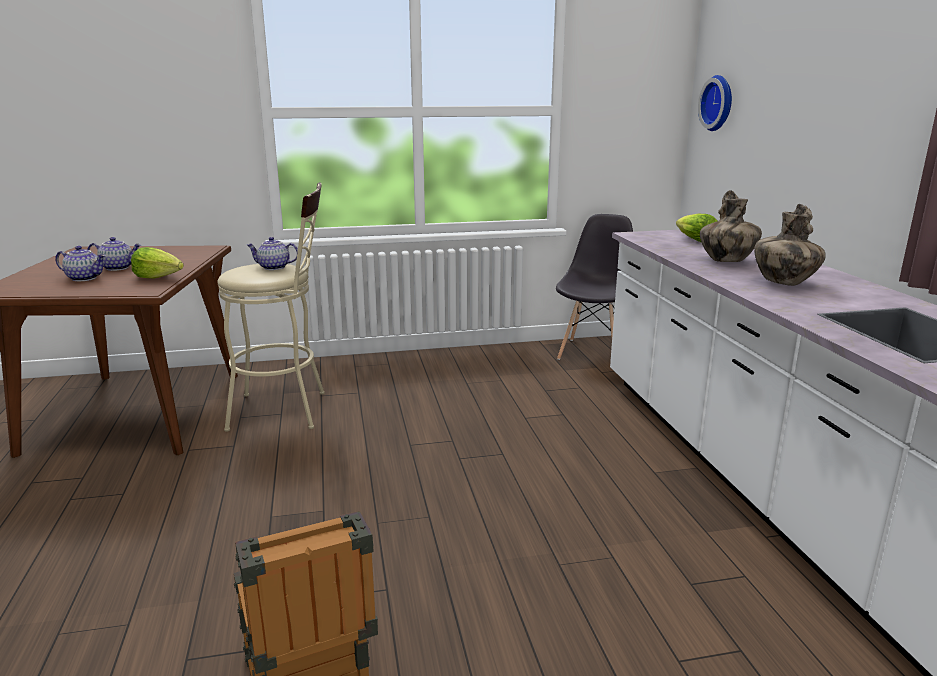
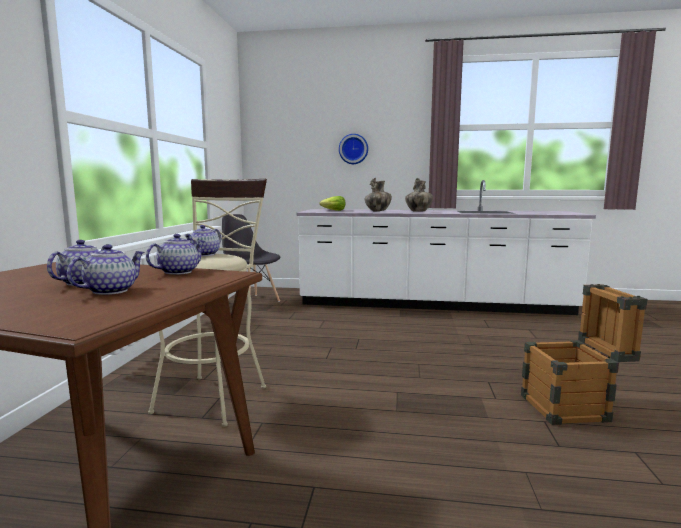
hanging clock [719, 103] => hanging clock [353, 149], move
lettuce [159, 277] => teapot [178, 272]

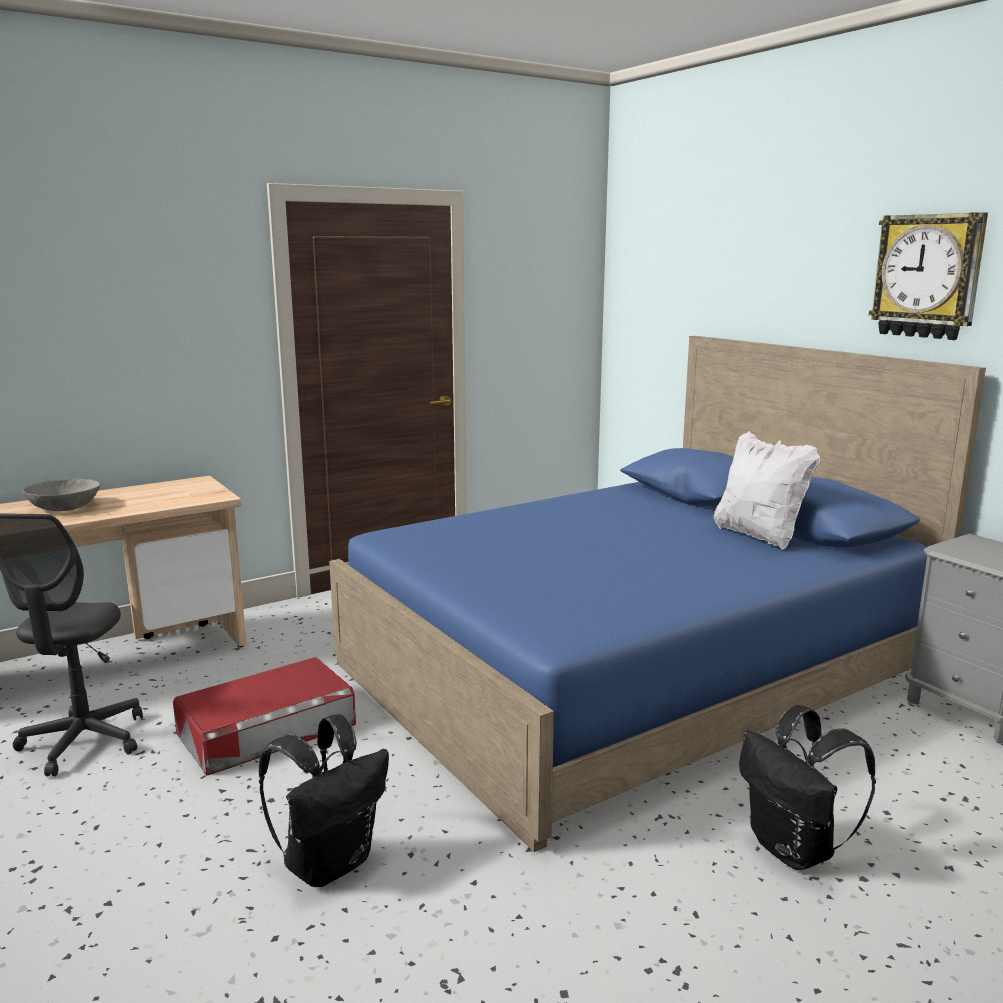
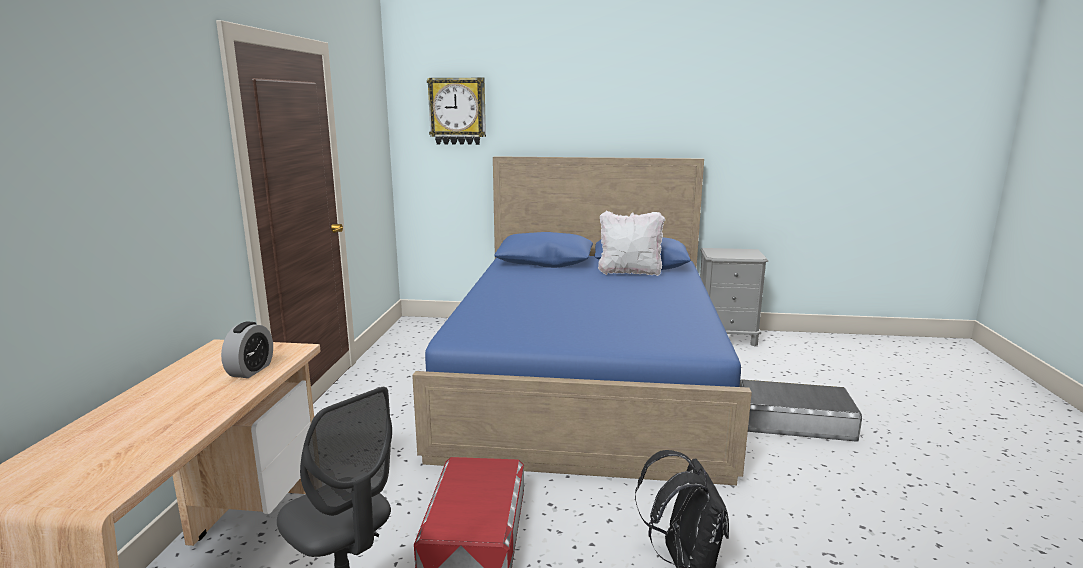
serving bowl in greyish [65, 507] => nothing
nothing => bedside clock [251, 370]
hanging clock [927, 276] => hanging clock [457, 111], move
knapsack in black-coloured [795, 850] => storage container in greyish [794, 420]

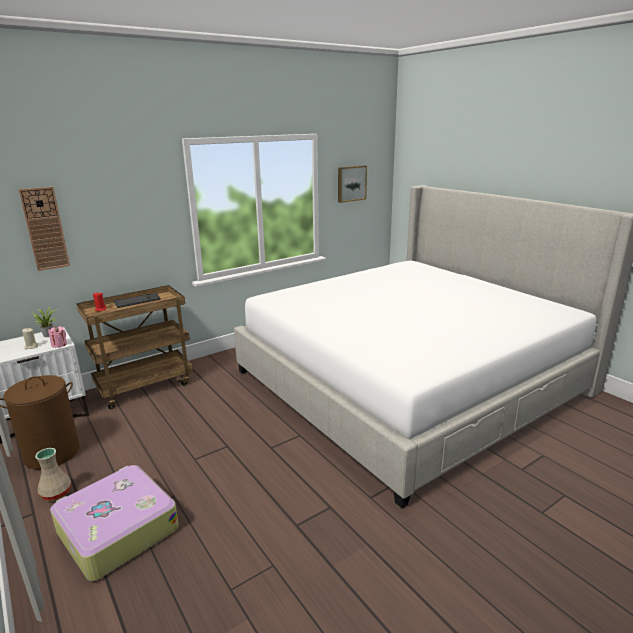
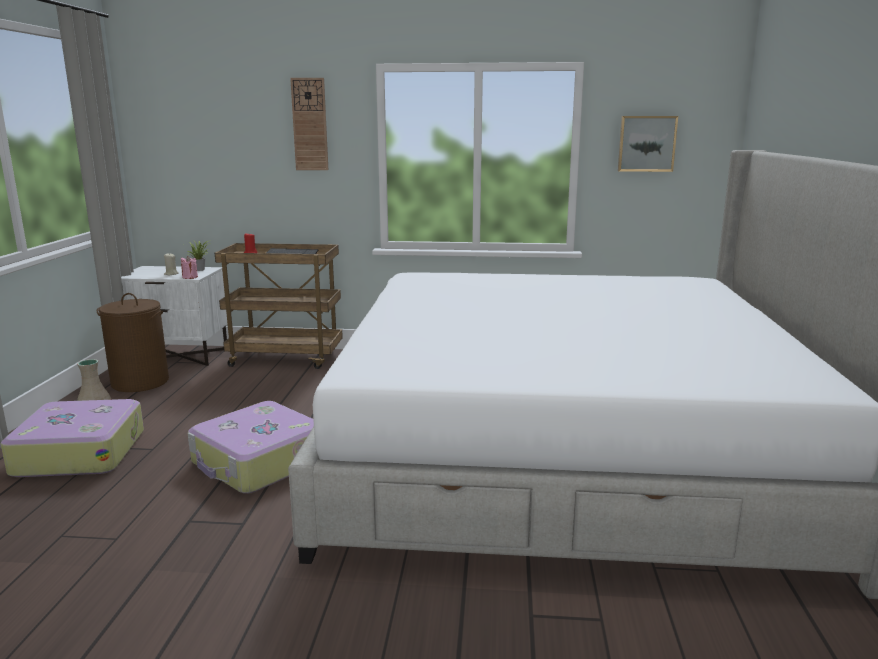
nothing => piece of luggage [259, 462]
hanging clock [45, 229] => hanging clock [310, 124], move

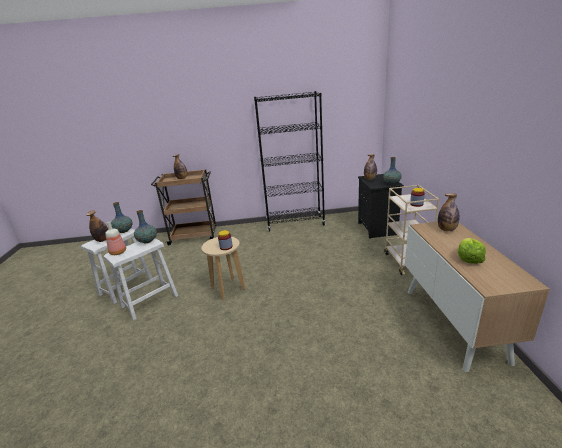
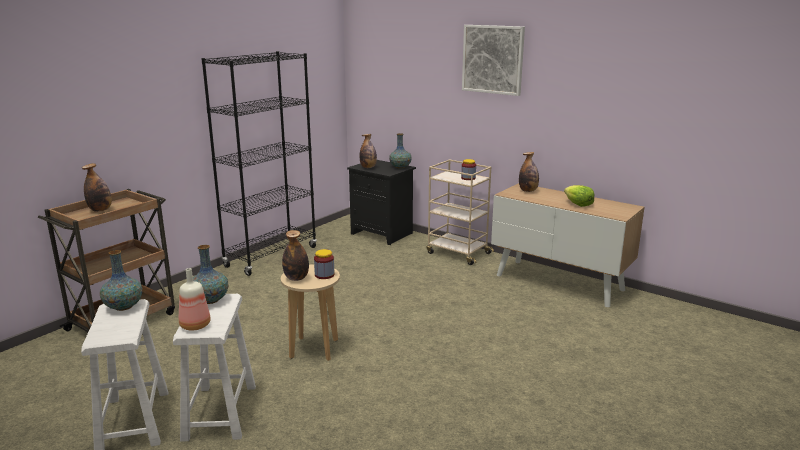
nothing => wall art [493, 59]
bottle [103, 240] => bottle [296, 278], move

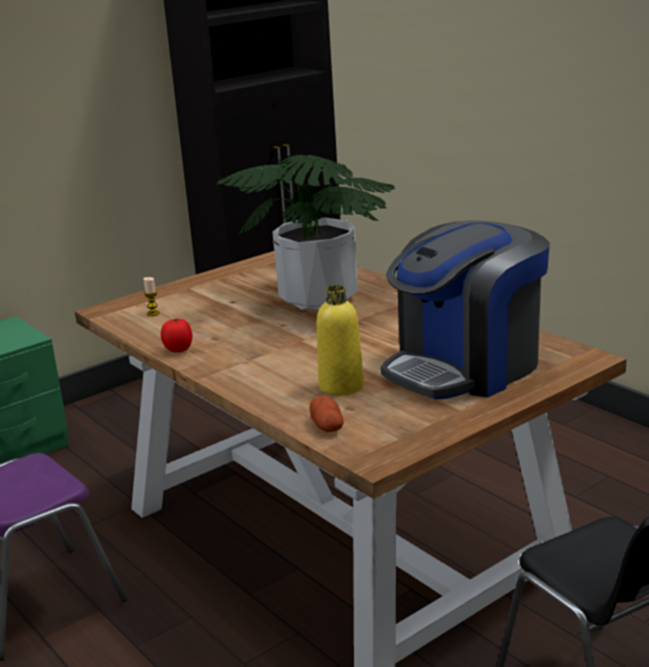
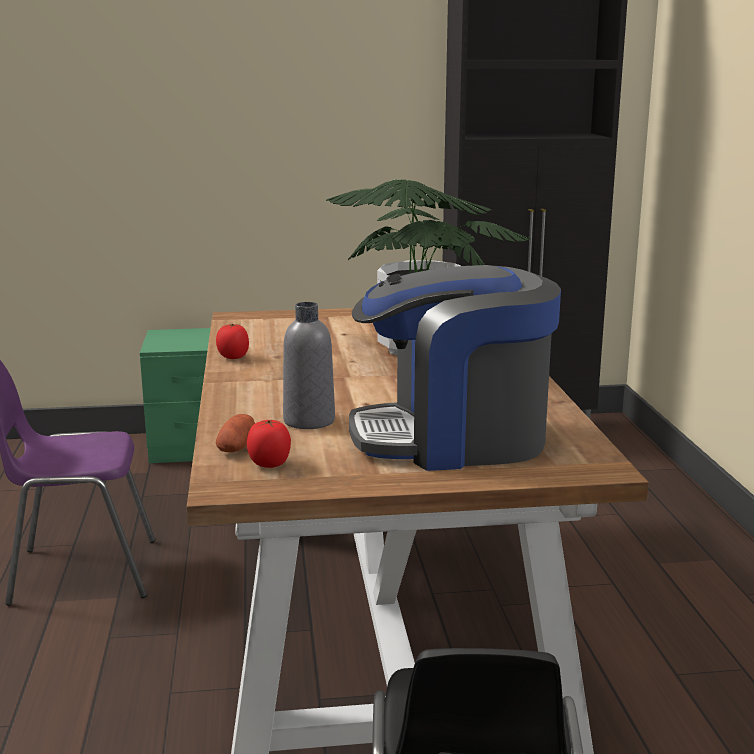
candle [153, 313] => nothing
nothing => whole tomato [270, 464]
bottle in yellow-coloured [341, 386] => bottle in greyish [309, 421]

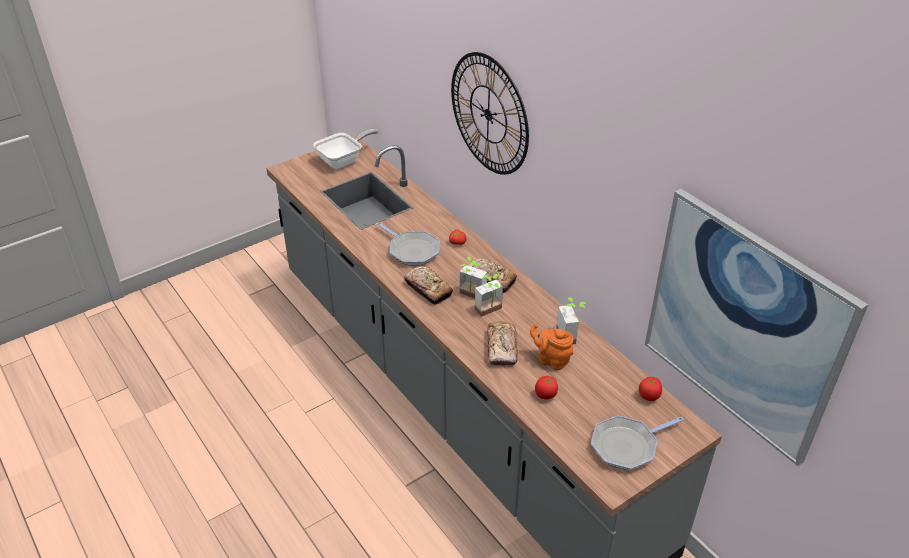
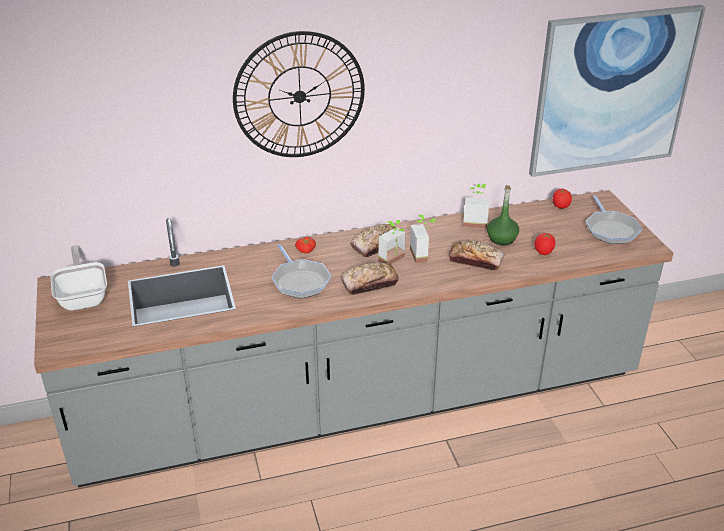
teapot in orange-coloured [551, 360] => bottle in green-coloured [502, 239]
pan [412, 250] => pan [300, 281], 90 degrees clockwise

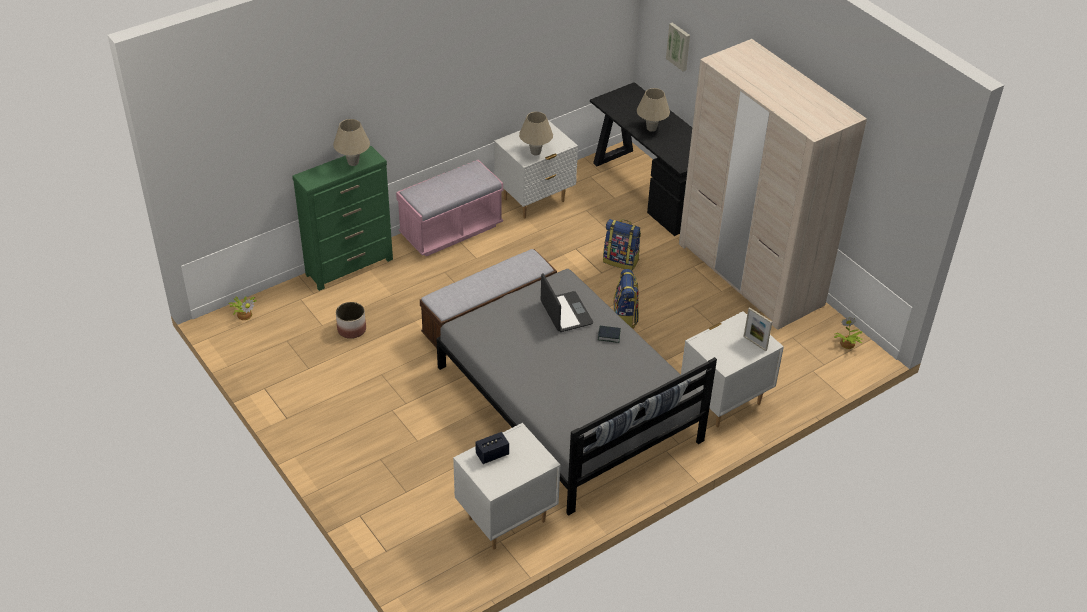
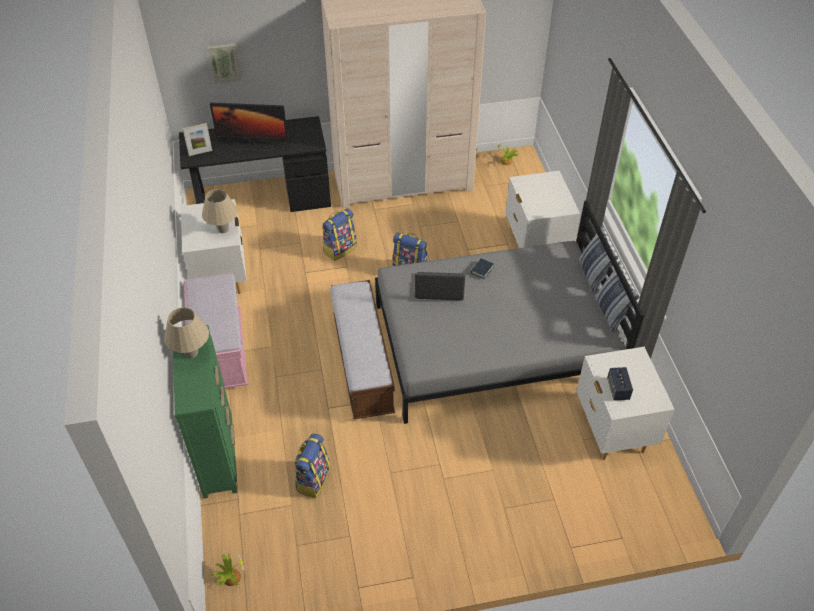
photo frame [755, 343] => photo frame [200, 153], move
flower pot [352, 329] => knapsack [313, 479]
tabletop lamp in beige [651, 128] => monitor [253, 144]

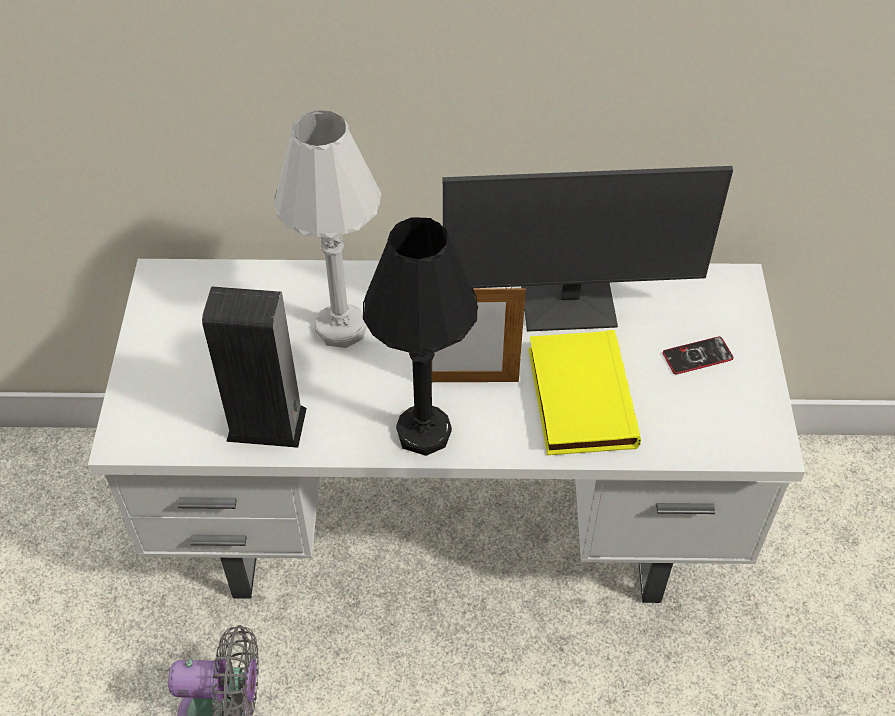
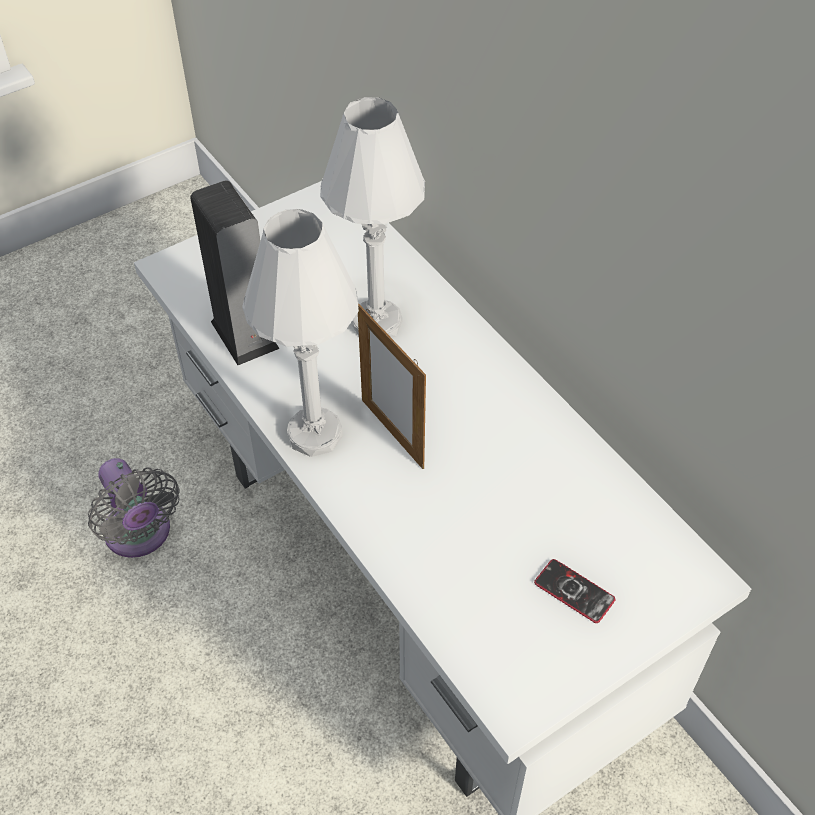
monitor [569, 304] => nothing
book in yellow-coloured [577, 397] => nothing
tabletop lamp in black-coloured [423, 432] => tabletop lamp in white [314, 434]

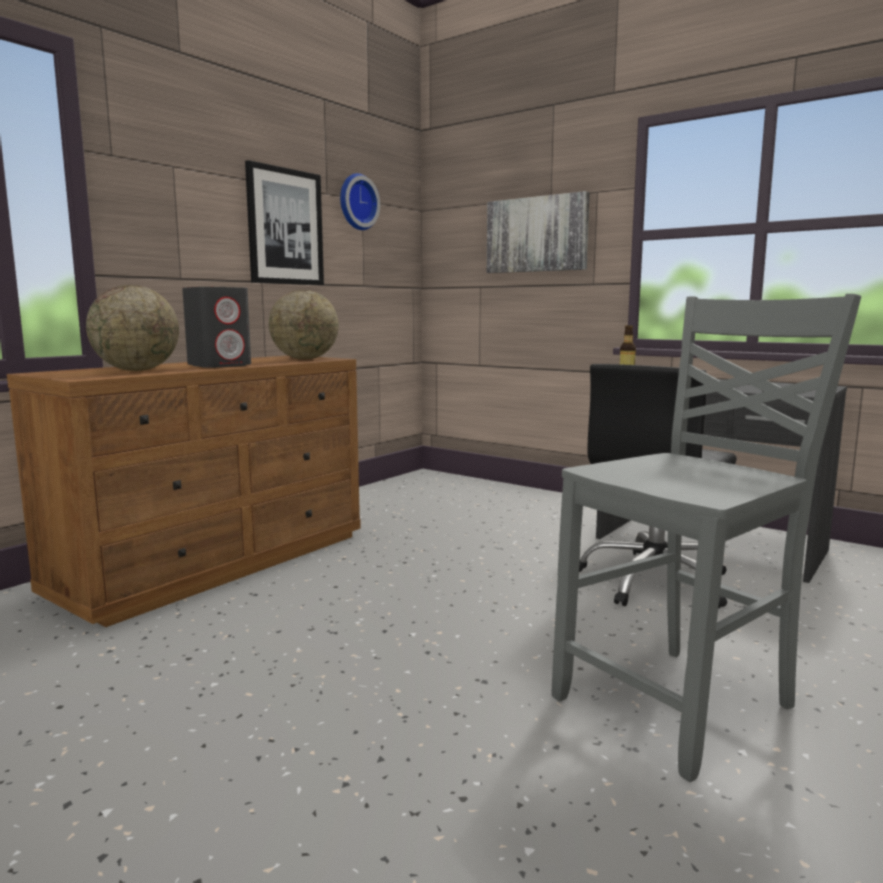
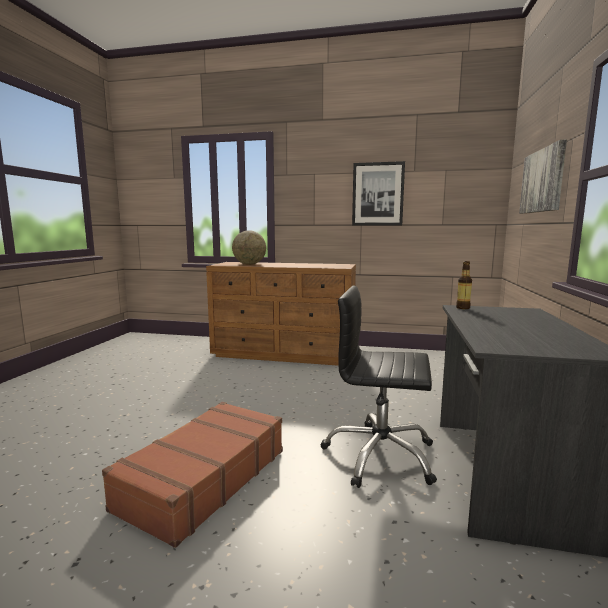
audio speaker in greyish [220, 365] => nothing
desk globe [305, 359] => nothing
hanging clock [356, 202] => nothing
chair in greyish [680, 704] => piece of luggage in brown [203, 478]

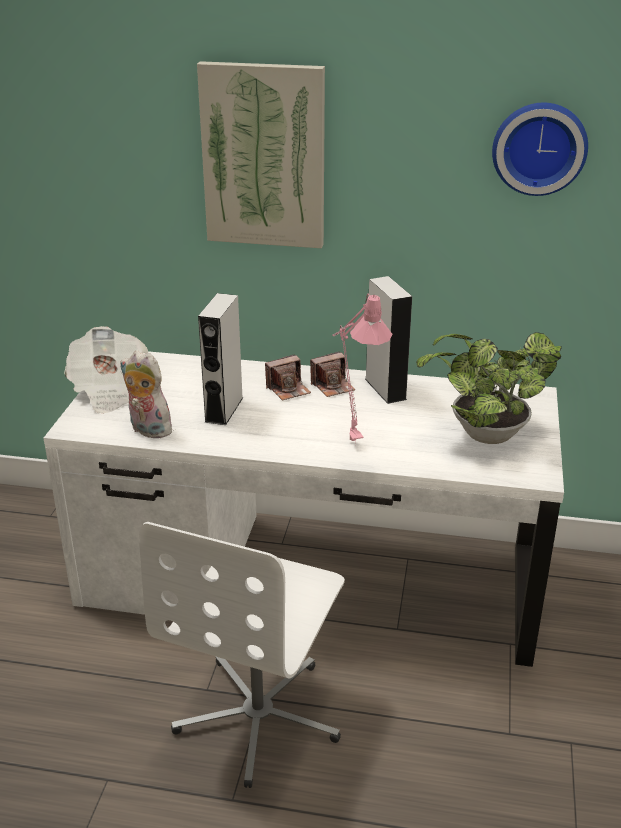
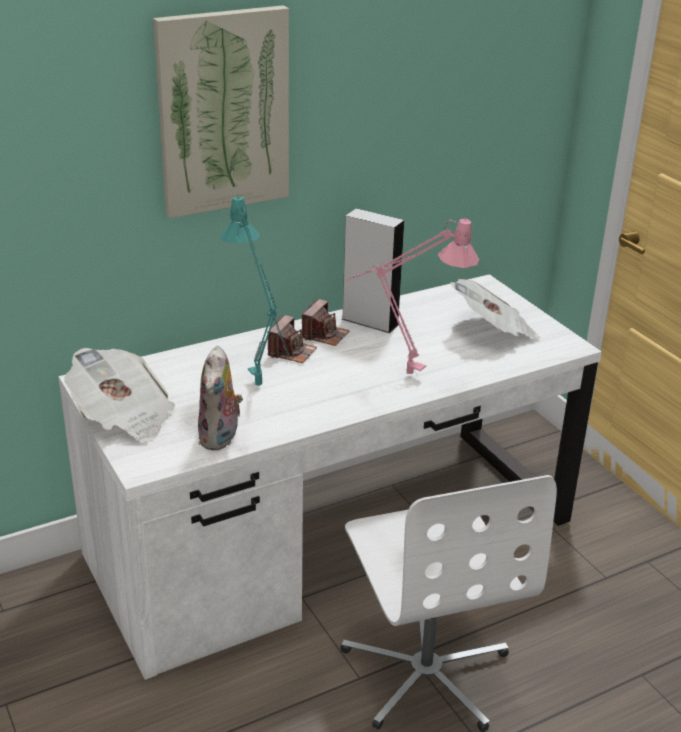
hanging clock [539, 147] => nothing
audio speaker in greyish [224, 409] => tabletop lamp in turquoise-coloured [262, 391]
potted plant [482, 435] => newspaper [493, 331]
plush toy [147, 430] => plush toy [221, 438], 75 degrees counterclockwise

